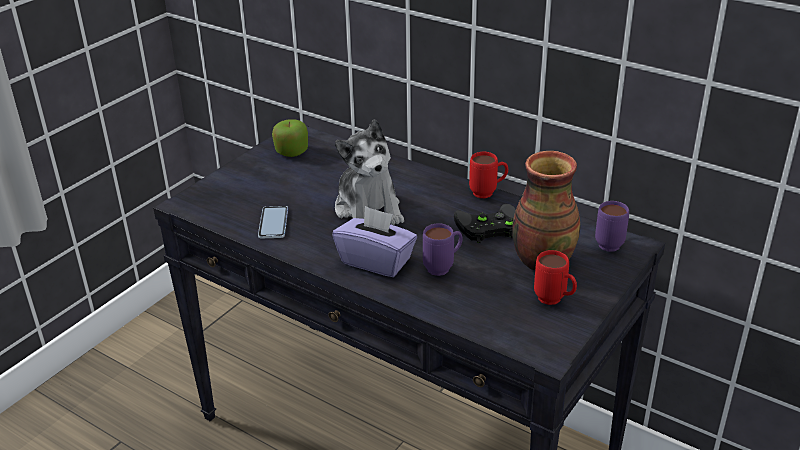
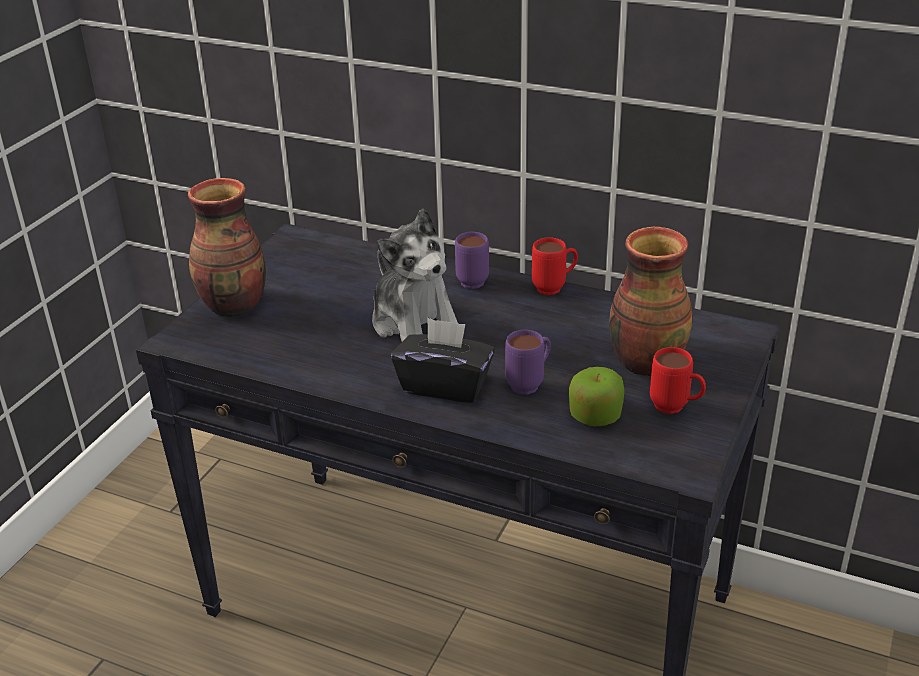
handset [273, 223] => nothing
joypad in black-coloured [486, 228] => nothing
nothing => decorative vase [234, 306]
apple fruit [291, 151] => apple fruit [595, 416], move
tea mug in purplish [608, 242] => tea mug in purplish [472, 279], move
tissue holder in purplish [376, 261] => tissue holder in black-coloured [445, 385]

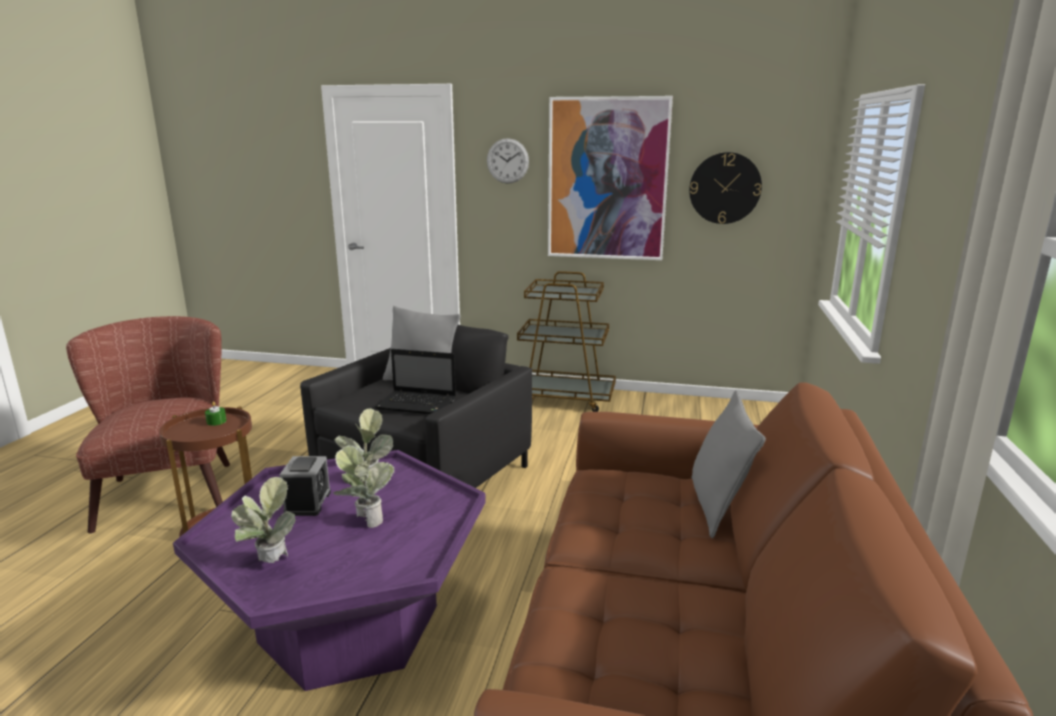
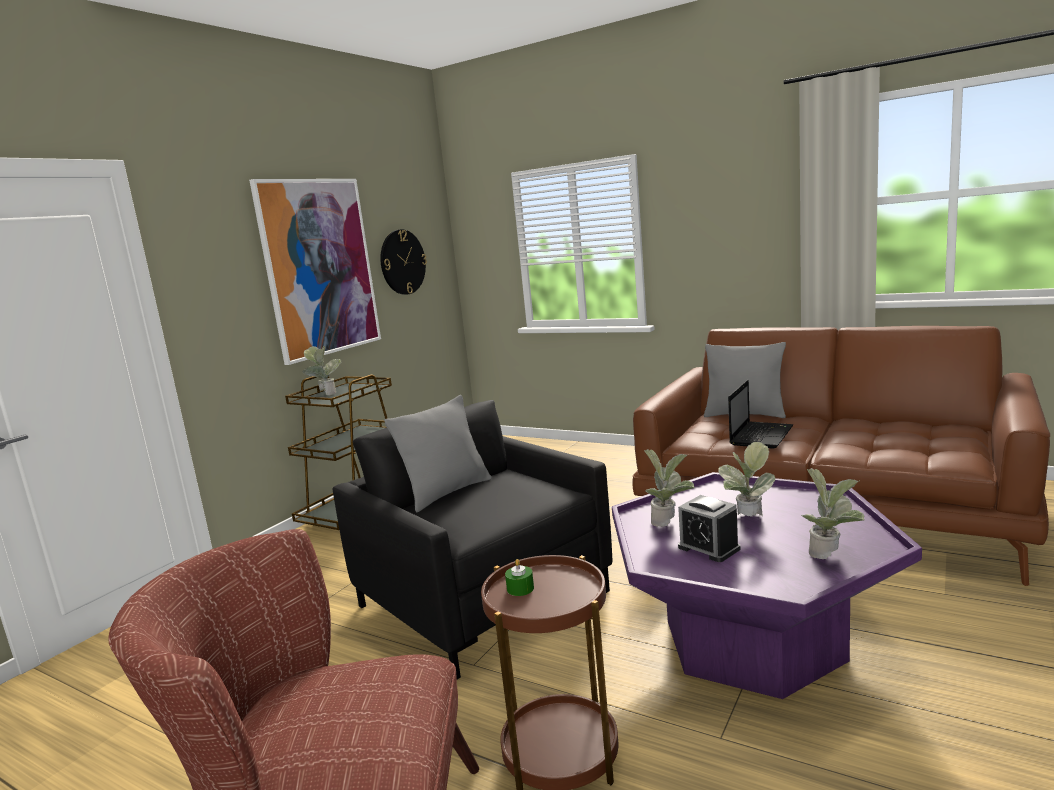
hanging clock [507, 161] => nothing
nothing => potted plant [325, 394]
portable computer [418, 404] => portable computer [761, 435], move
bedside clock [308, 503] => bedside clock [709, 548], 150 degrees counterclockwise

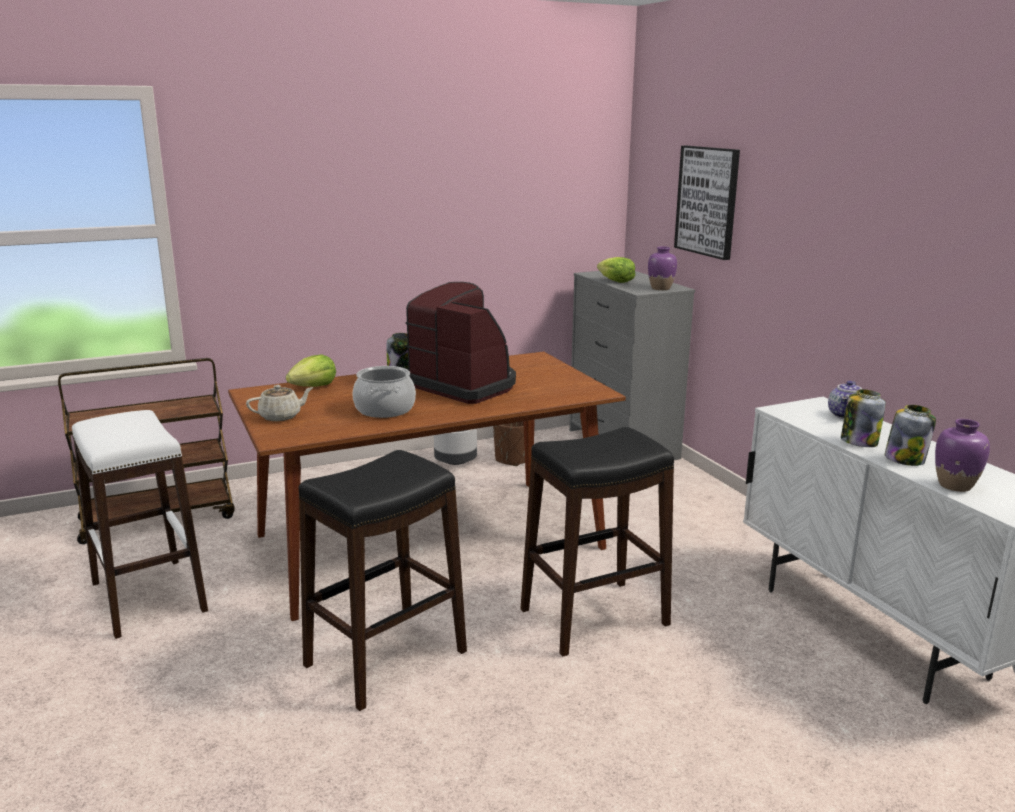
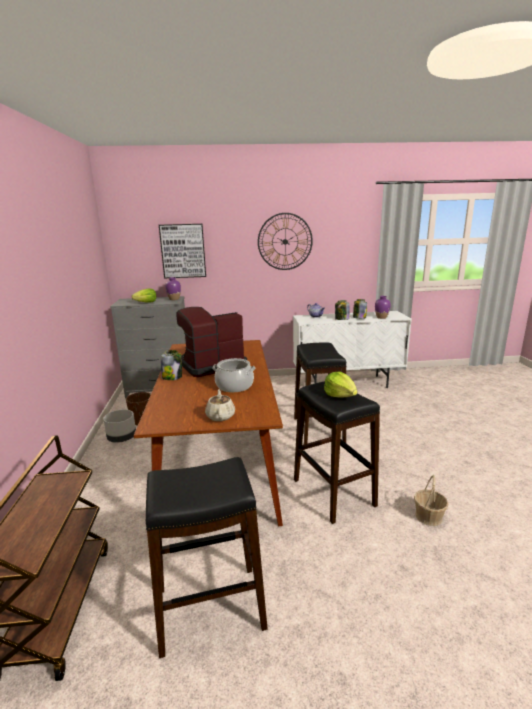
nothing => hanging clock [285, 241]
nothing => household basket [428, 516]
lettuce [313, 387] => lettuce [340, 395], move
stool in white [148, 596] => stool in black-coloured [209, 609]

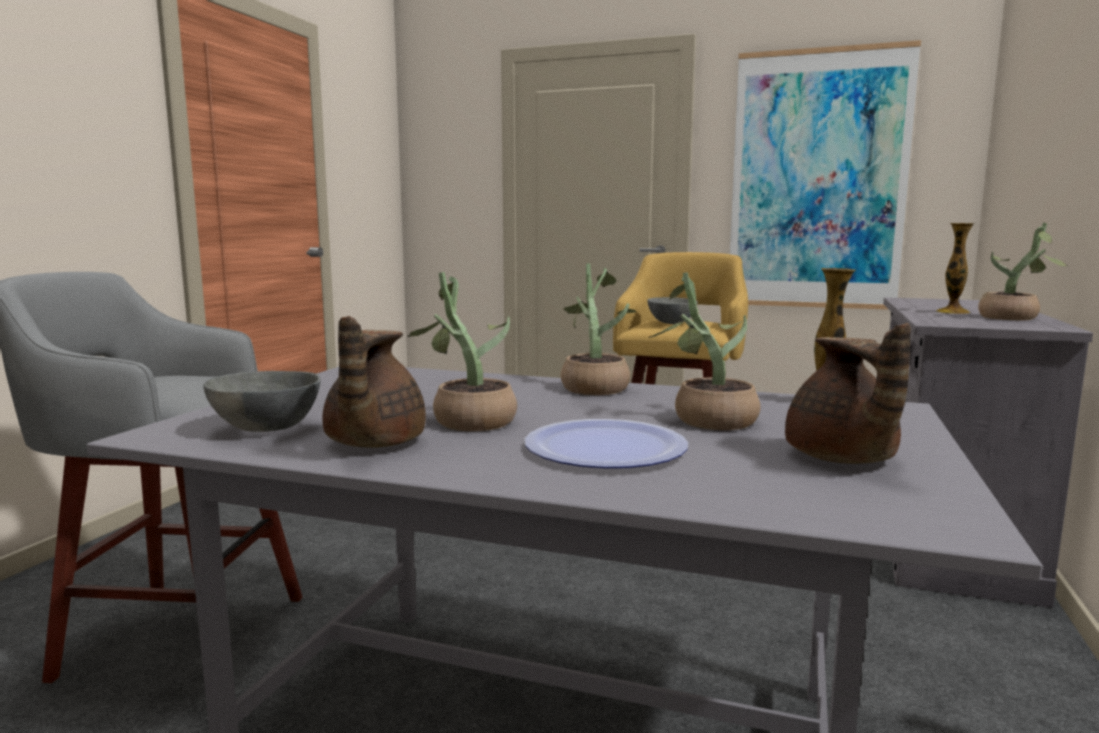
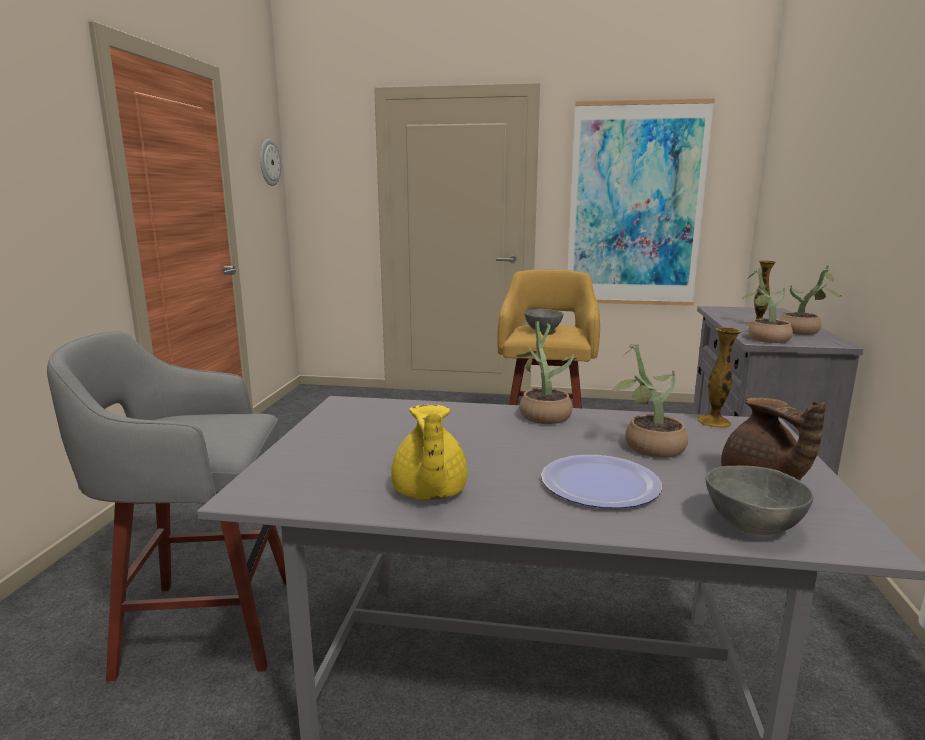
nothing => hanging clock [269, 162]
serving bowl in greyish [264, 428] => serving bowl in greyish [750, 525], move
potted plant [467, 420] => potted plant [763, 338], move
teapot in brown [372, 443] => teapot in yellow-coloured [428, 492]

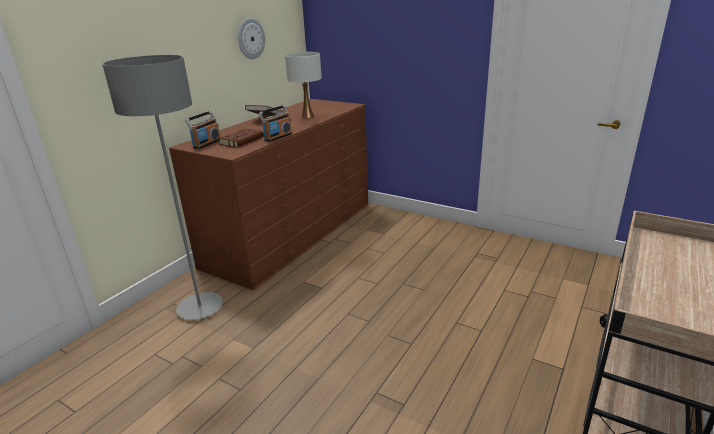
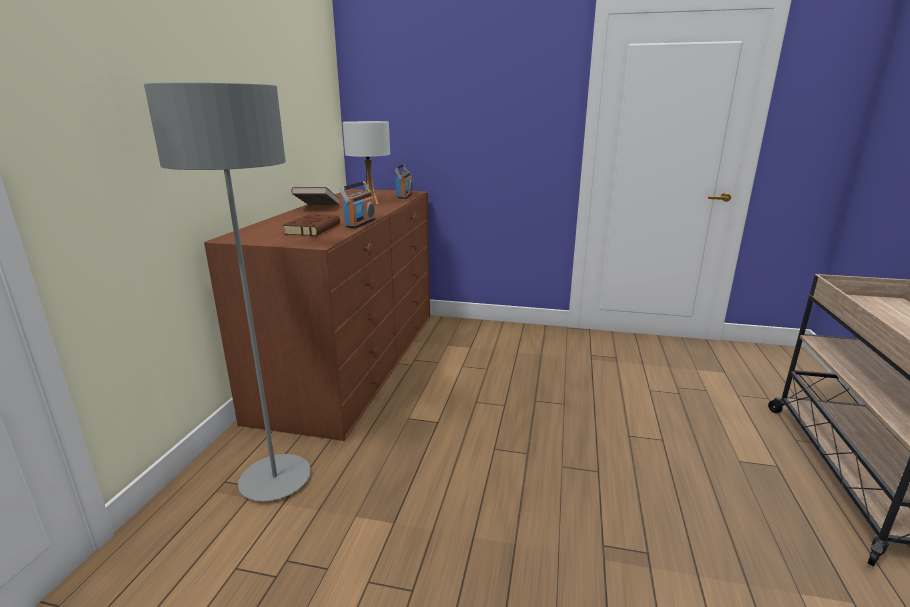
hanging clock [250, 38] => nothing
radio set [206, 144] => radio set [404, 196], move

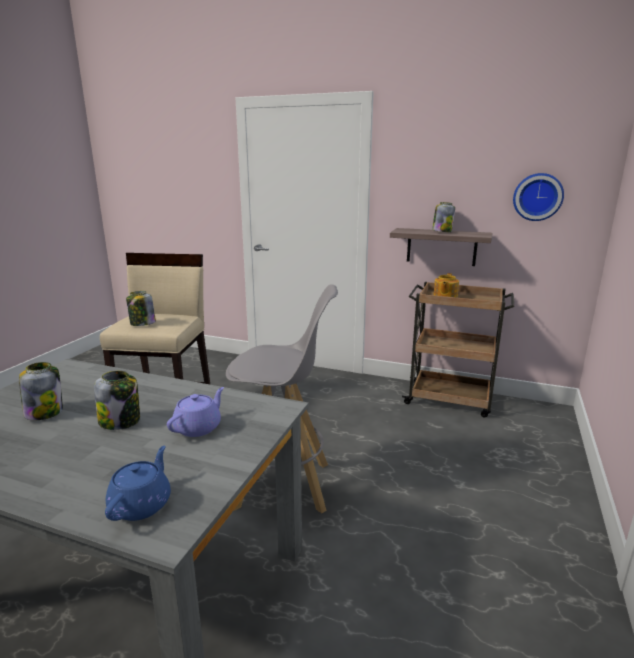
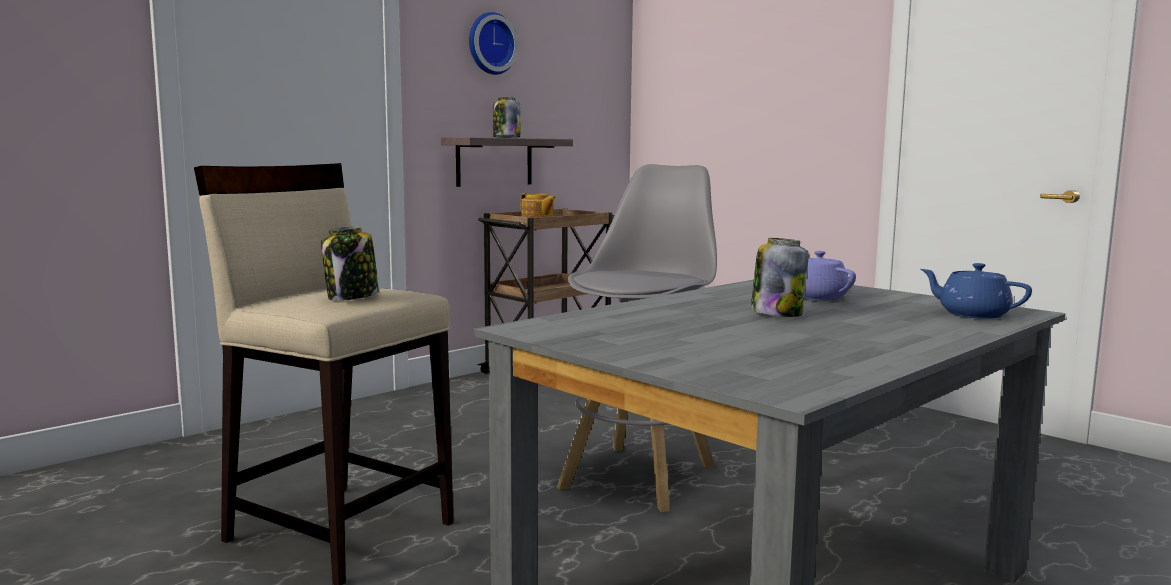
jar [44, 412] => nothing
hanging clock [537, 197] => hanging clock [490, 44], move

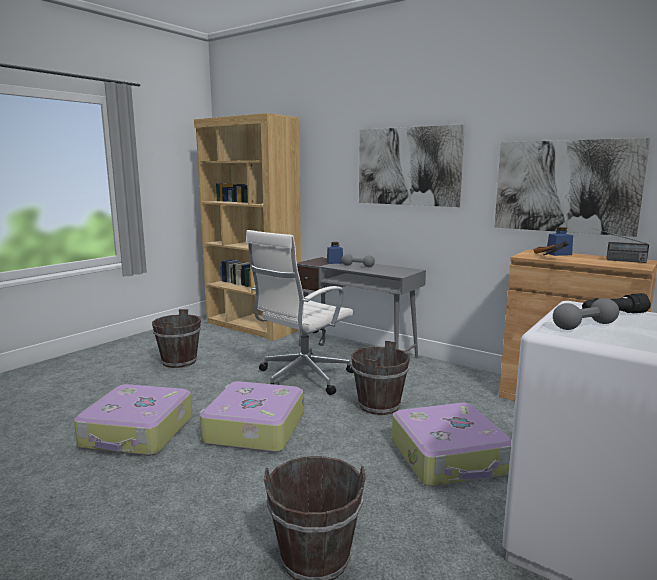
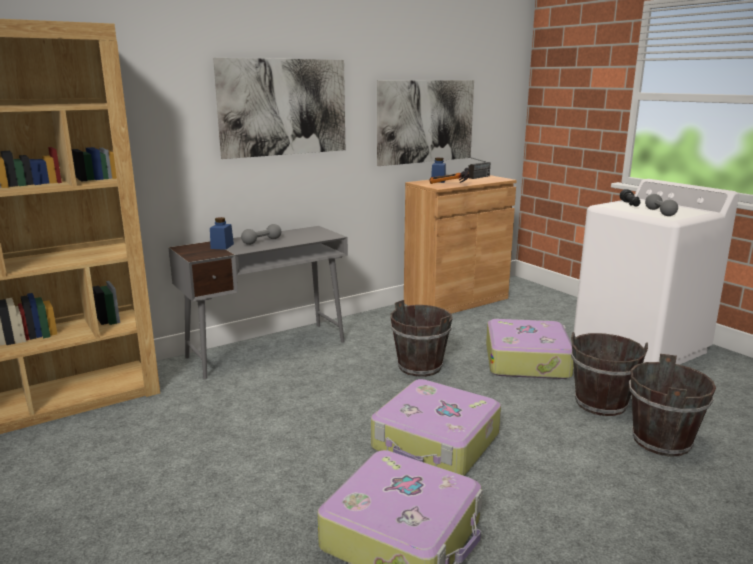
computer chair in white [302, 378] => nothing
bucket in brown [179, 362] => bucket in brown [601, 403], move

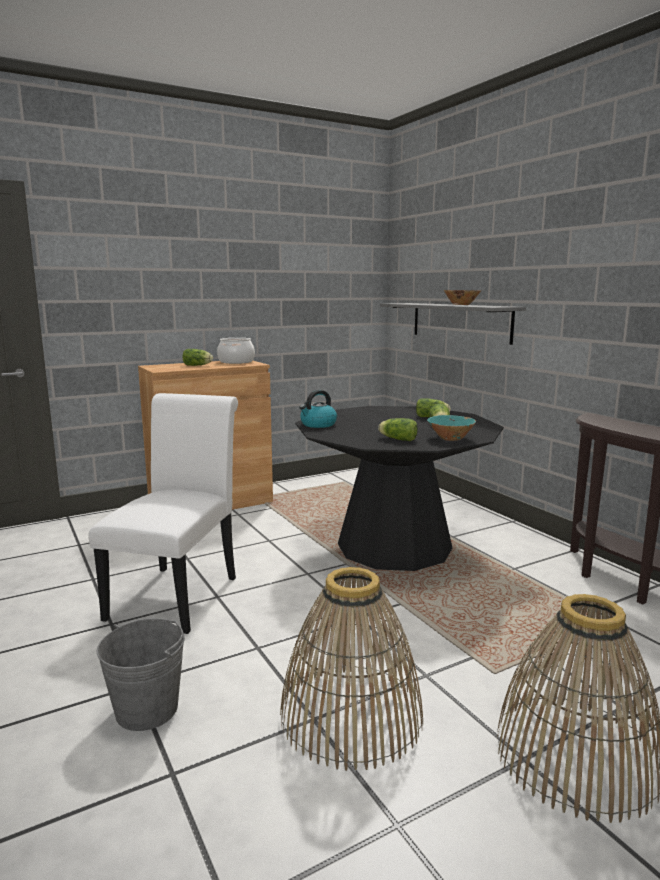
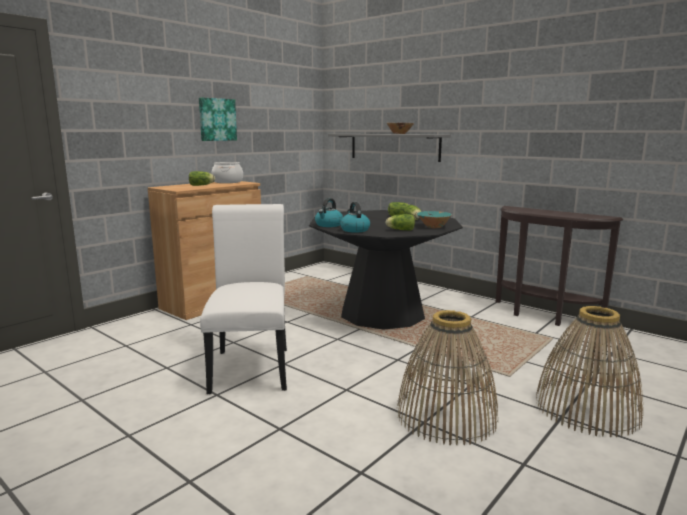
bucket in greyish [147, 709] => nothing
nothing => wall art [217, 119]
nothing => tea kettle [354, 230]

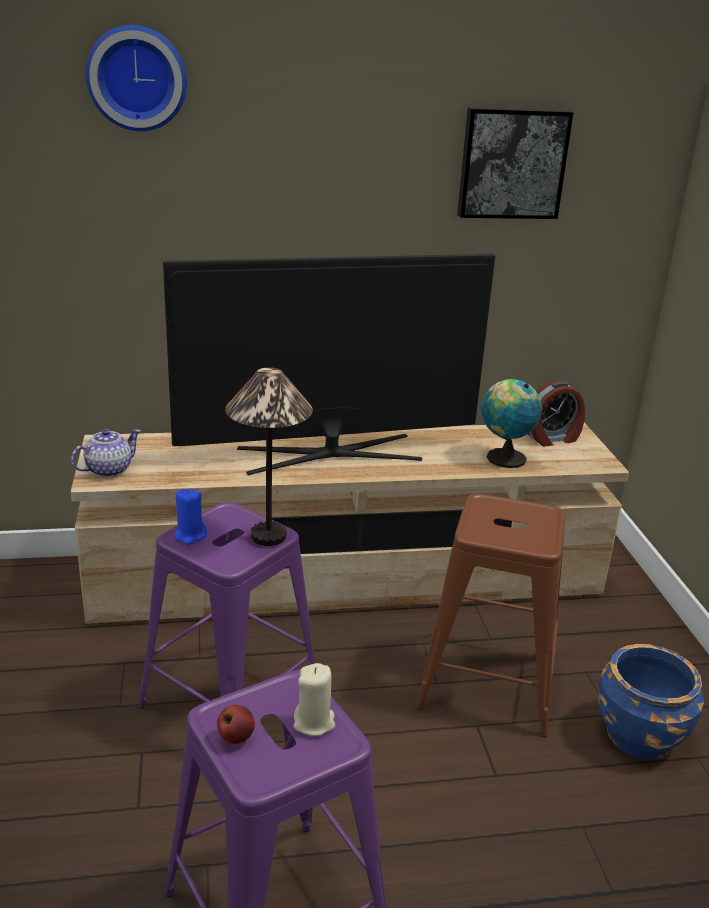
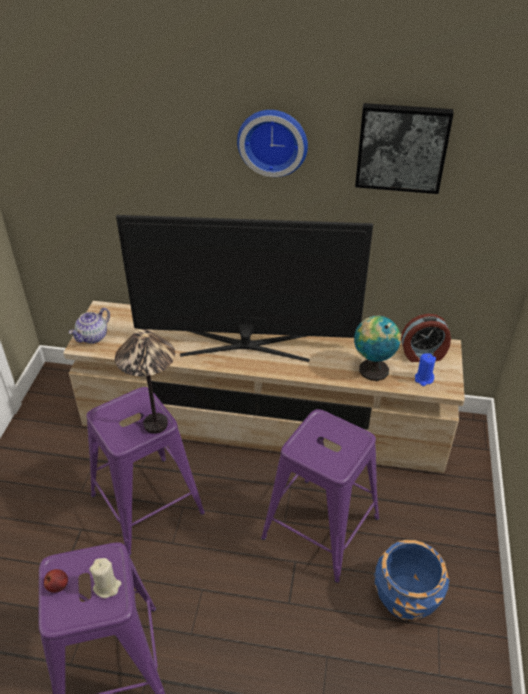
hanging clock [137, 78] => hanging clock [273, 141], move
candle in blue-coloured [190, 535] => candle in blue-coloured [423, 379], move
stool in brown [489, 680] => stool in purplish [321, 528]
teapot [108, 470] => teapot [93, 337], 150 degrees clockwise

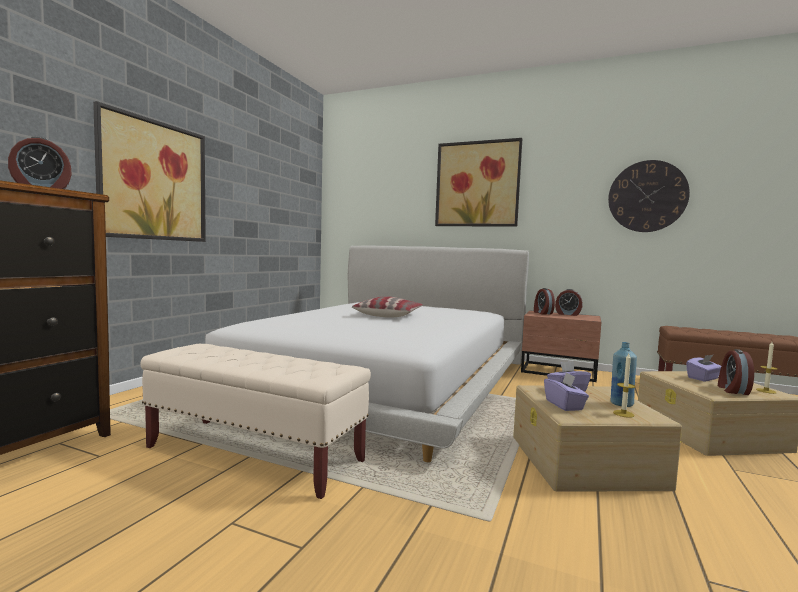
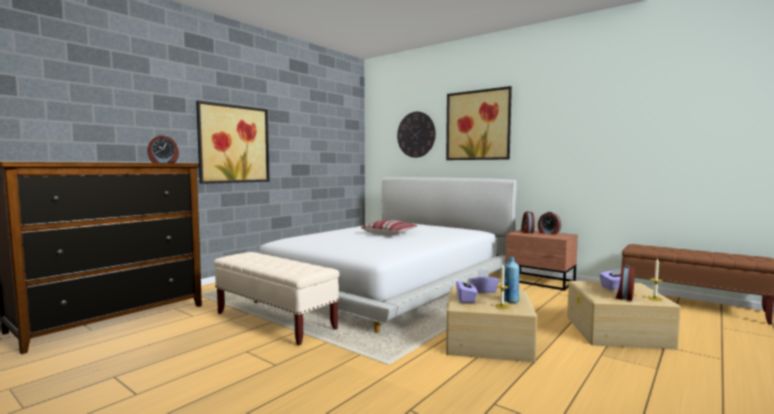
hanging clock [647, 196] => hanging clock [416, 134], move

